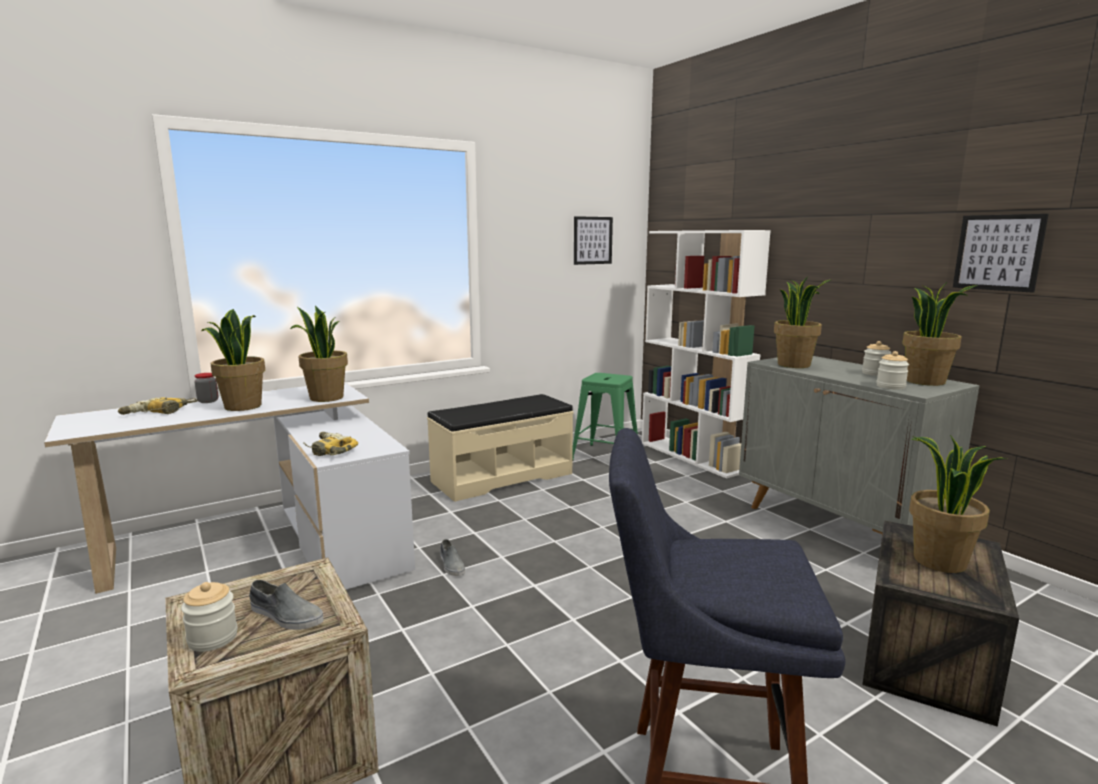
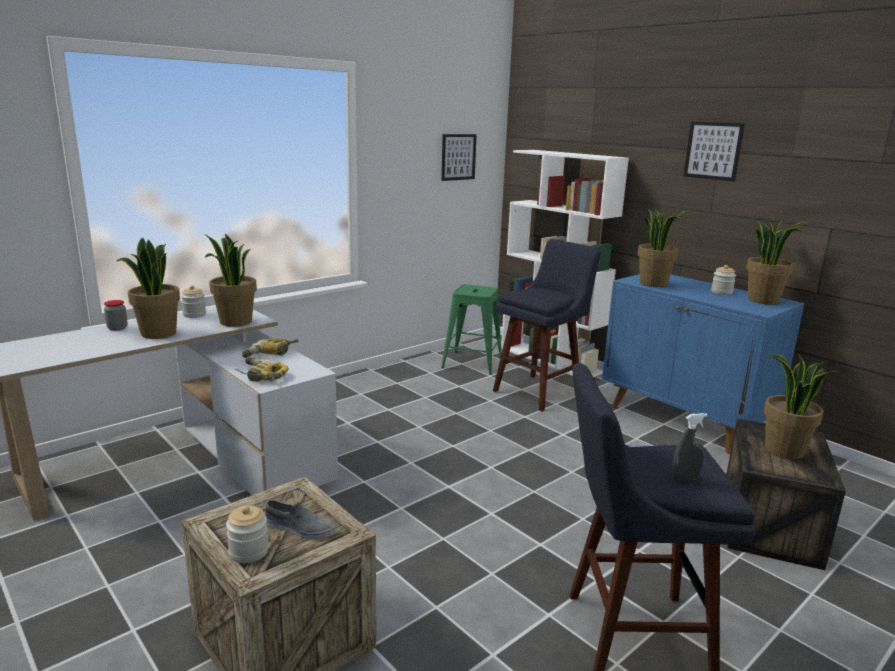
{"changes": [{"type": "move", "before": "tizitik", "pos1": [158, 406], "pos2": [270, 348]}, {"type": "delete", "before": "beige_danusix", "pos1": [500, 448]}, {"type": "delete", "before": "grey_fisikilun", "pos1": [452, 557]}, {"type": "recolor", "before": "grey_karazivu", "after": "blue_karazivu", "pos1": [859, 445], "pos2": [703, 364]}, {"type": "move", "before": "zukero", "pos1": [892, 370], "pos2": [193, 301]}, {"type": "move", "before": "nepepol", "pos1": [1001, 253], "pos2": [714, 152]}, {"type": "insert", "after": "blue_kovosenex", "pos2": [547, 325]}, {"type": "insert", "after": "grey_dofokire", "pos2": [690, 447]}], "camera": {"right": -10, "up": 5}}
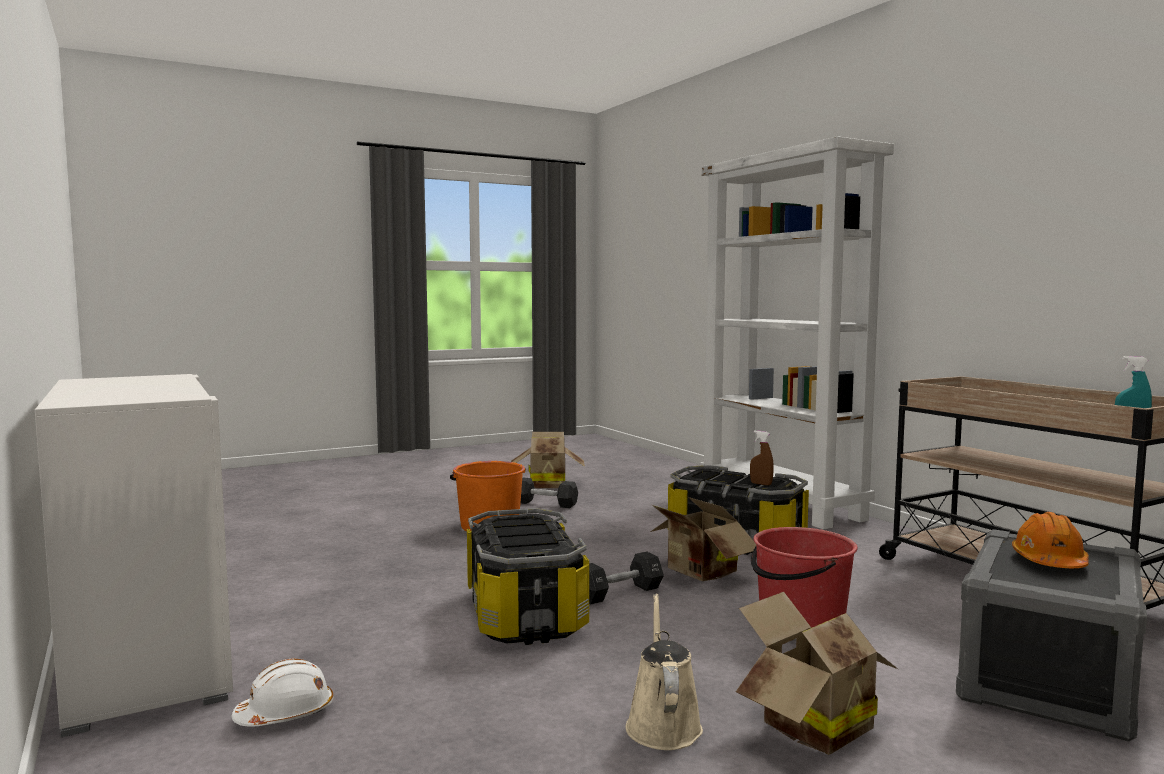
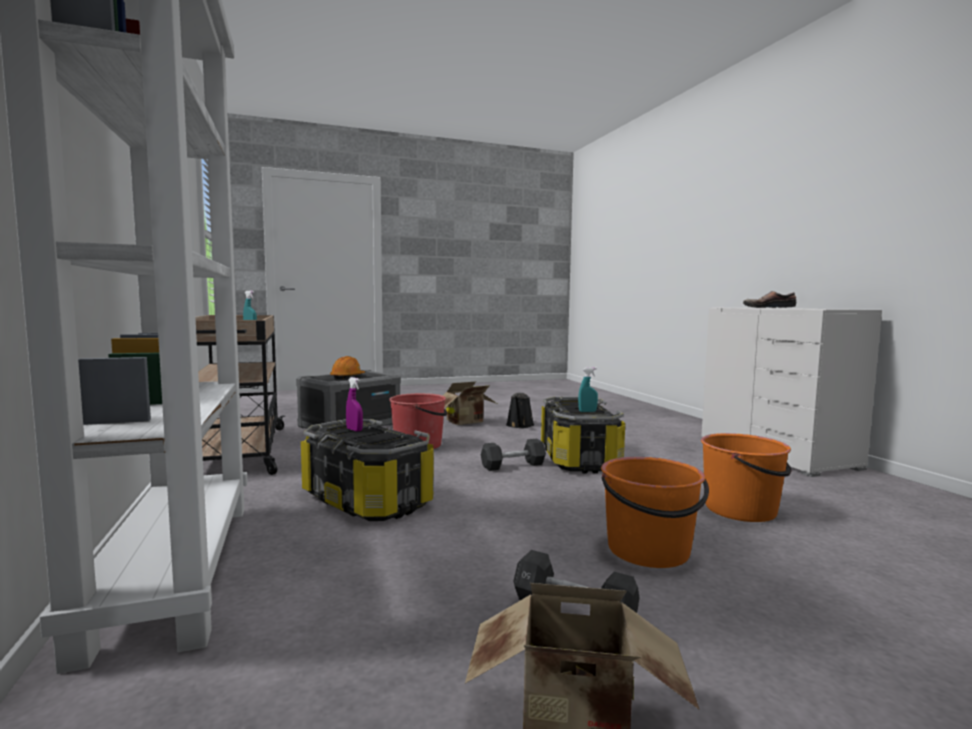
{"changes": [{"type": "delete", "before": "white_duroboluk", "pos1": [282, 692]}, {"type": "recolor", "before": "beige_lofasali", "after": "black_lofasali", "pos1": [664, 672], "pos2": [520, 410]}, {"type": "delete", "before": "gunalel", "pos1": [703, 539]}, {"type": "recolor", "before": "brown_dofokire", "after": "purple_dofokire", "pos1": [762, 458], "pos2": [354, 404]}, {"type": "insert", "after": "turquoise_dofokire", "pos2": [588, 389]}, {"type": "insert", "after": "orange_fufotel", "pos2": [746, 477]}, {"type": "insert", "after": "fisikilun", "pos2": [769, 299]}], "camera": {"right": -170, "up": 0}}
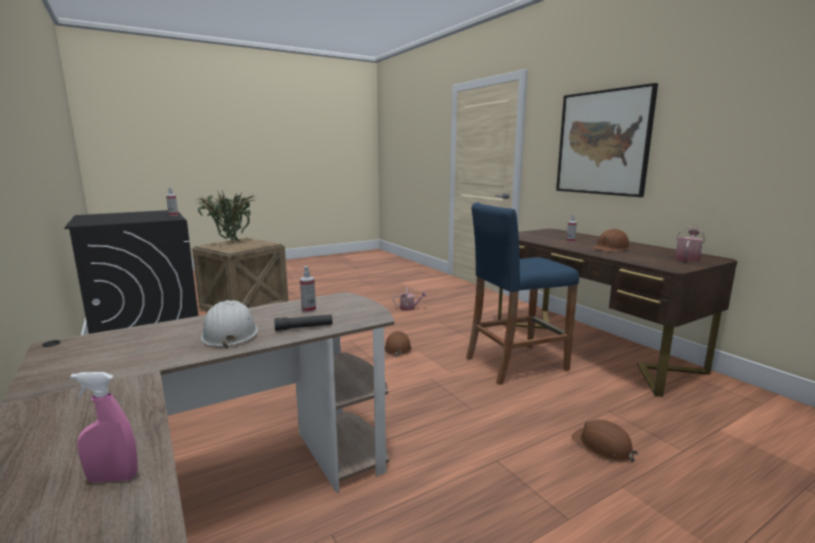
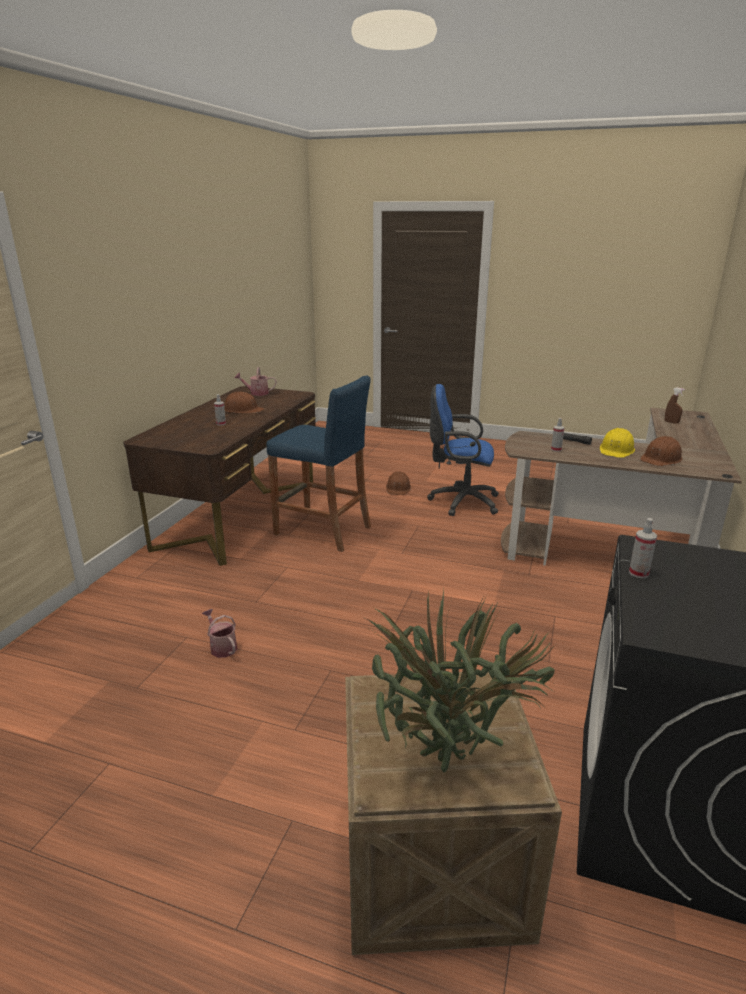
{"changes": [{"type": "recolor", "before": "pink_dofokire", "after": "brown_dofokire", "pos1": [104, 427], "pos2": [675, 405]}, {"type": "recolor", "before": "white_duroboluk", "after": "yellow_duroboluk", "pos1": [229, 324], "pos2": [617, 443]}, {"type": "move", "before": "brown_duroboluk", "pos1": [398, 344], "pos2": [661, 451]}, {"type": "delete", "before": "nepepol", "pos1": [607, 140]}, {"type": "insert", "after": "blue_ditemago", "pos2": [463, 450]}], "camera": {"right": -130, "up": 10}}
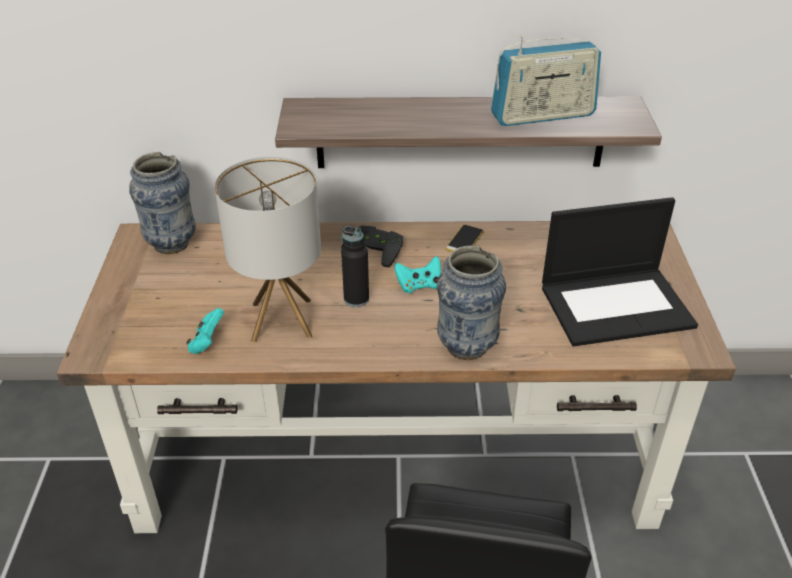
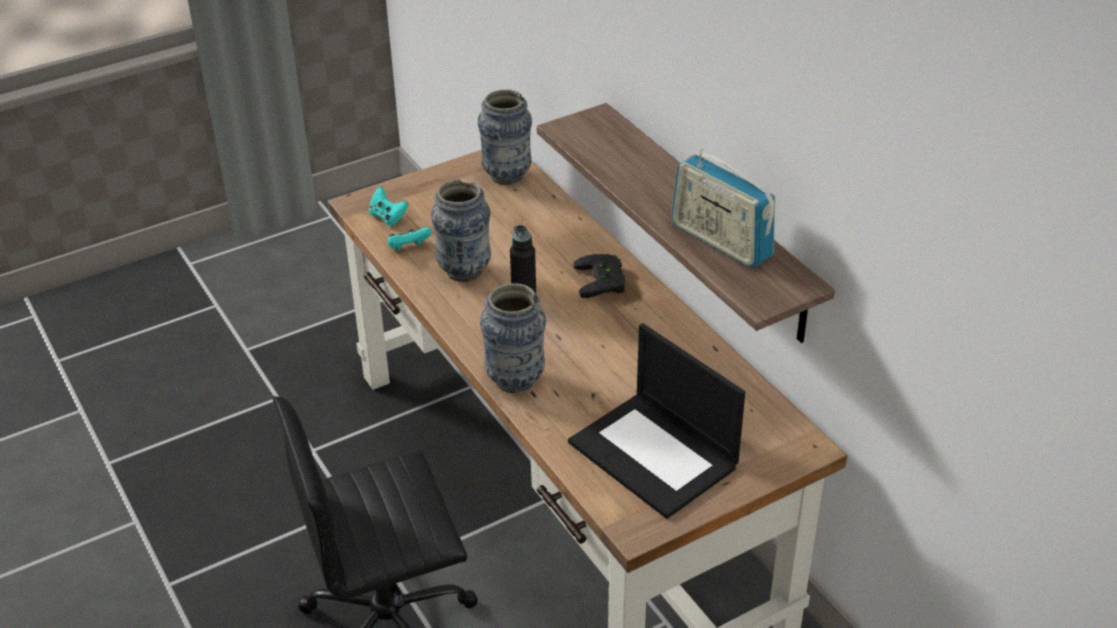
{"changes": [{"type": "replace", "before": "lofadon", "after": "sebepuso", "pos1": [268, 249], "pos2": [461, 230]}, {"type": "move", "before": "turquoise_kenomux", "pos1": [417, 274], "pos2": [388, 206]}, {"type": "delete", "before": "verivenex", "pos1": [465, 238]}], "camera": {"right": 60, "up": 0}}
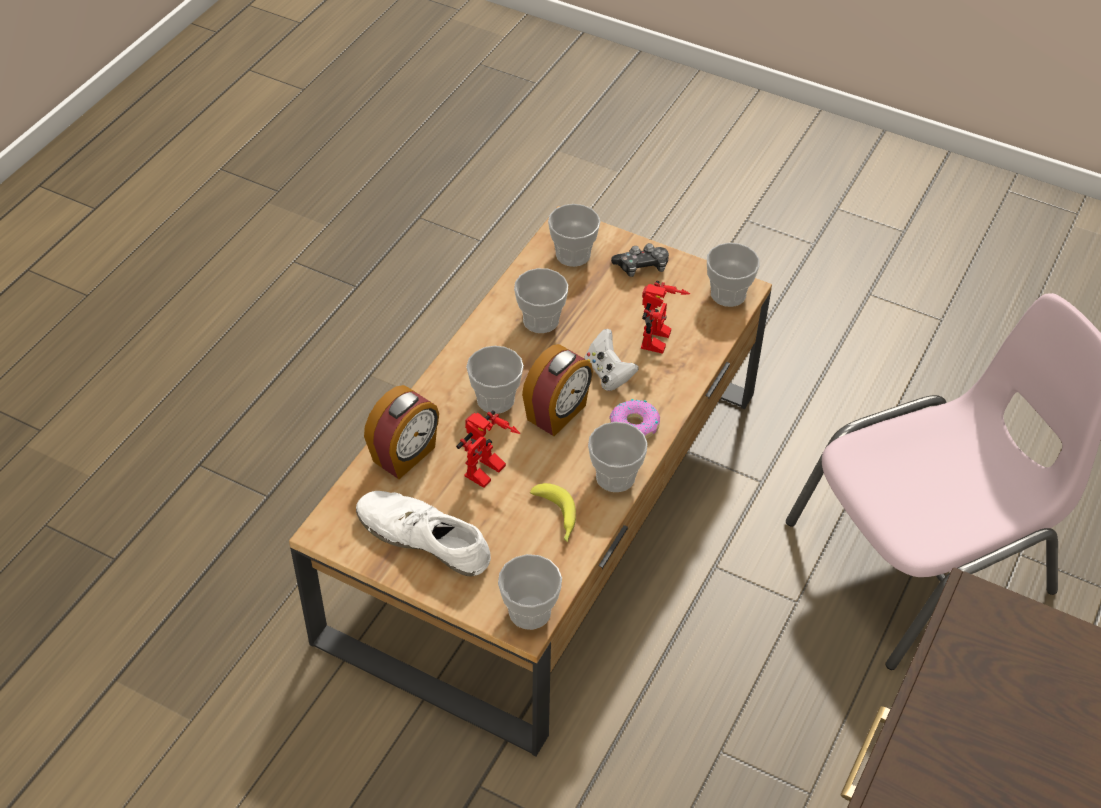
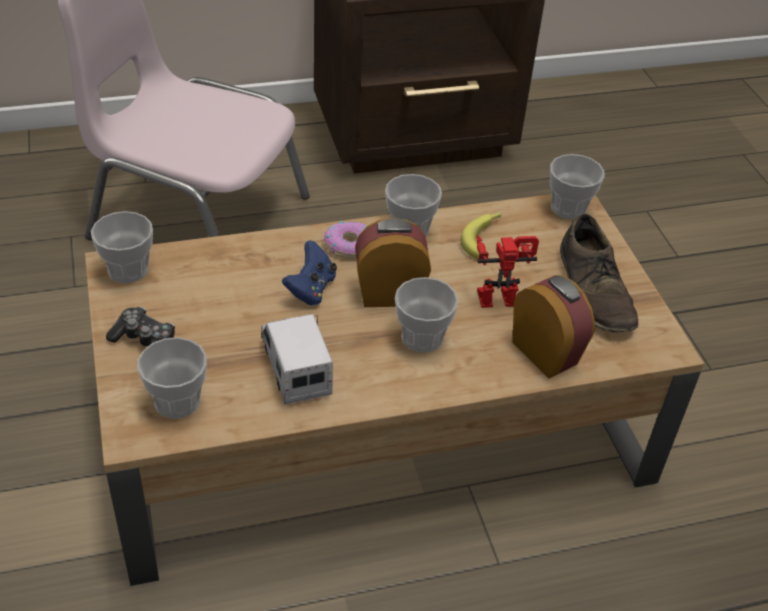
{"changes": [{"type": "recolor", "before": "white_fisikilun", "after": "brown_fisikilun", "pos1": [423, 533], "pos2": [599, 273]}, {"type": "rotate", "before": "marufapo", "pos1": [401, 432], "pos2": [554, 327], "turn": 60}, {"type": "replace", "before": "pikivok", "after": "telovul", "pos1": [541, 300], "pos2": [297, 359]}, {"type": "recolor", "before": "white_kenomux", "after": "blue_kenomux", "pos1": [611, 360], "pos2": [309, 273]}, {"type": "delete", "before": "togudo", "pos1": [665, 317]}], "camera": {"right": -135, "up": -5}}
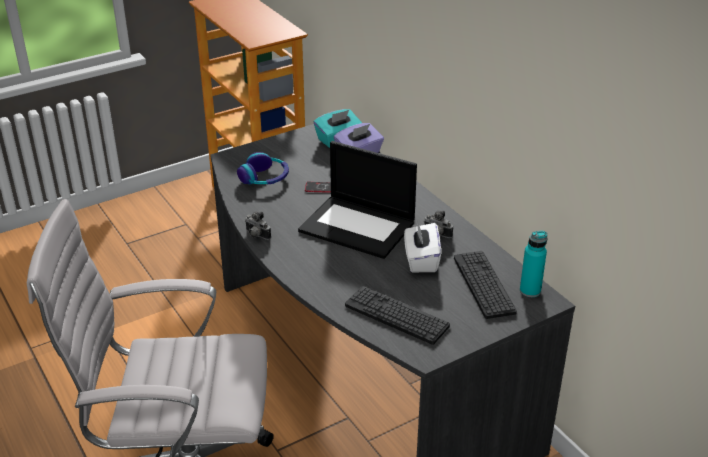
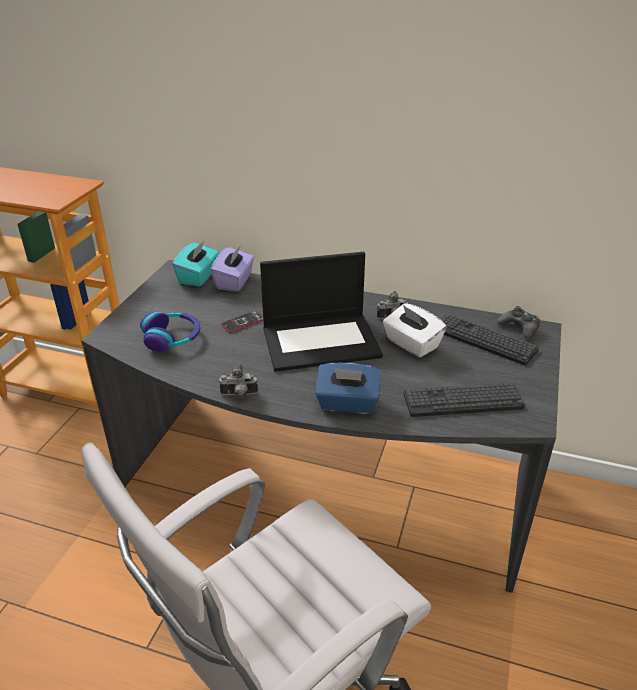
{"changes": [{"type": "replace", "before": "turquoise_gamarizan", "after": "black_kenomux", "pos1": [533, 264], "pos2": [518, 322]}, {"type": "insert", "after": "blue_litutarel", "pos2": [348, 388]}], "camera": {"right": -40, "up": 0}}
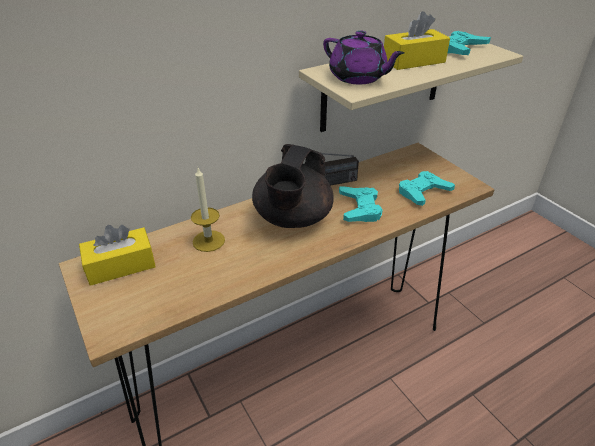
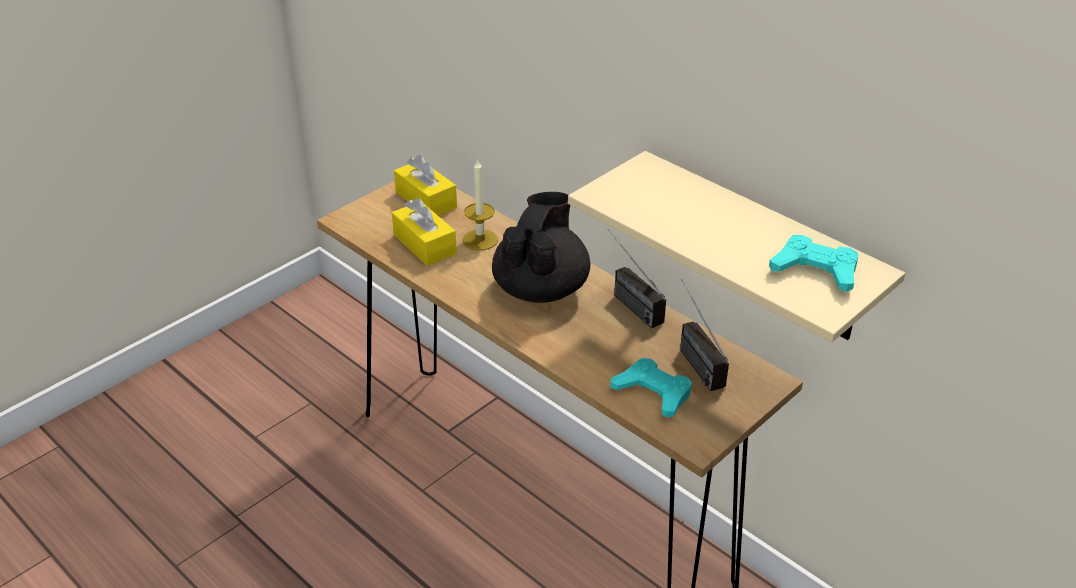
{"changes": [{"type": "rotate", "before": "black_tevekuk", "pos1": [293, 186], "pos2": [541, 247], "turn": 105}, {"type": "delete", "before": "purple_tevekuk", "pos1": [364, 57]}, {"type": "delete", "before": "turquoise_kenomux", "pos1": [361, 204]}, {"type": "move", "before": "yellow_litutarel", "pos1": [417, 40], "pos2": [424, 232]}, {"type": "insert", "after": "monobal", "pos2": [704, 335]}], "camera": {"right": 75, "up": 0}}
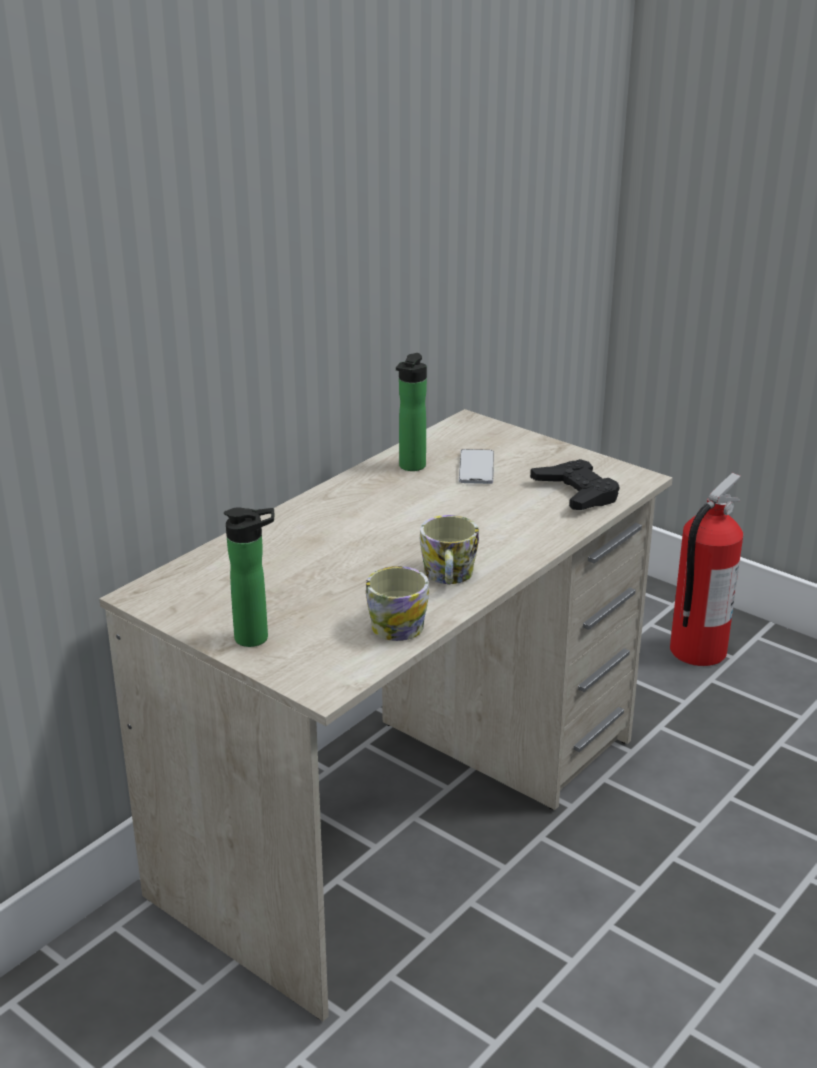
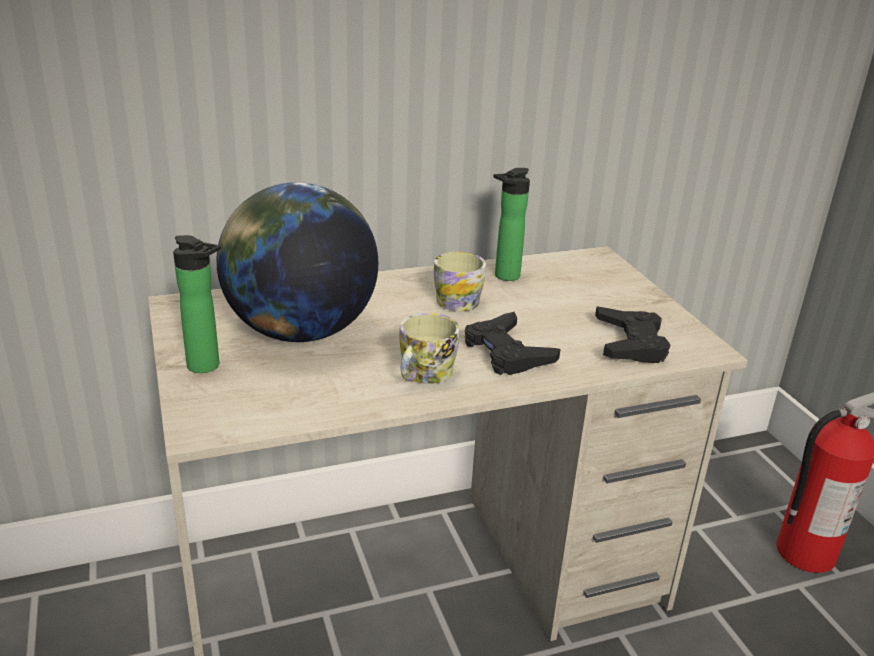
{"changes": [{"type": "move", "before": "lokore", "pos1": [397, 603], "pos2": [460, 281]}, {"type": "delete", "before": "verivenex", "pos1": [476, 466]}, {"type": "insert", "after": "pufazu", "pos2": [297, 262]}, {"type": "insert", "after": "black_kenomux", "pos2": [512, 343]}], "camera": {"right": 30, "up": 0}}
